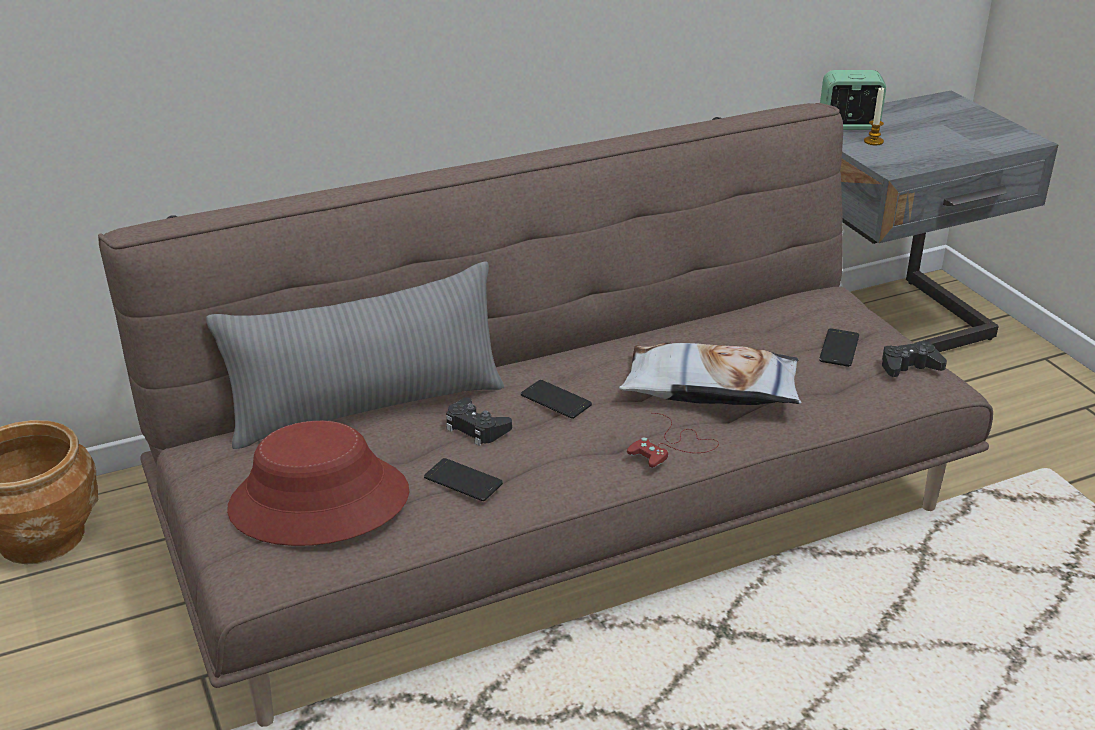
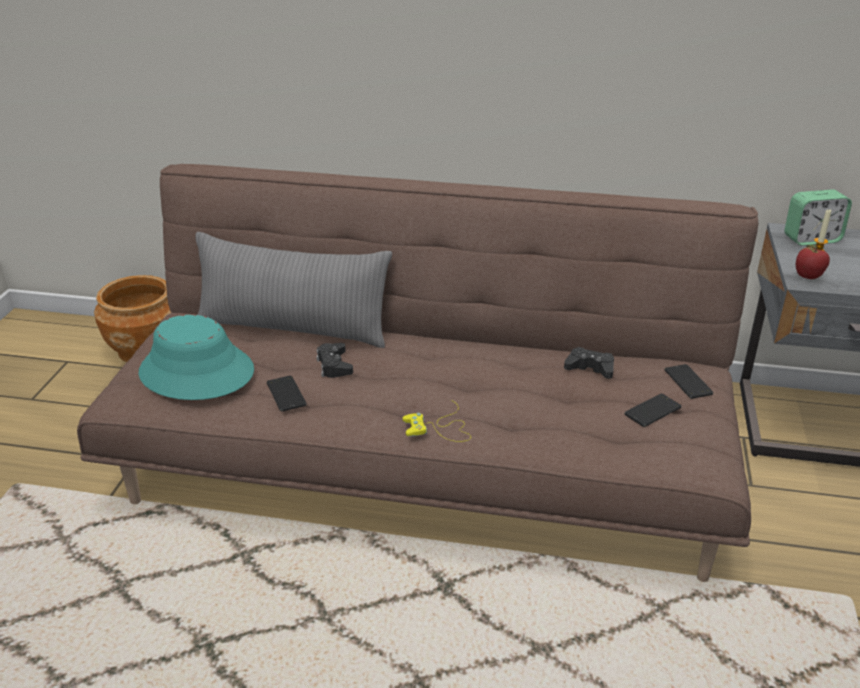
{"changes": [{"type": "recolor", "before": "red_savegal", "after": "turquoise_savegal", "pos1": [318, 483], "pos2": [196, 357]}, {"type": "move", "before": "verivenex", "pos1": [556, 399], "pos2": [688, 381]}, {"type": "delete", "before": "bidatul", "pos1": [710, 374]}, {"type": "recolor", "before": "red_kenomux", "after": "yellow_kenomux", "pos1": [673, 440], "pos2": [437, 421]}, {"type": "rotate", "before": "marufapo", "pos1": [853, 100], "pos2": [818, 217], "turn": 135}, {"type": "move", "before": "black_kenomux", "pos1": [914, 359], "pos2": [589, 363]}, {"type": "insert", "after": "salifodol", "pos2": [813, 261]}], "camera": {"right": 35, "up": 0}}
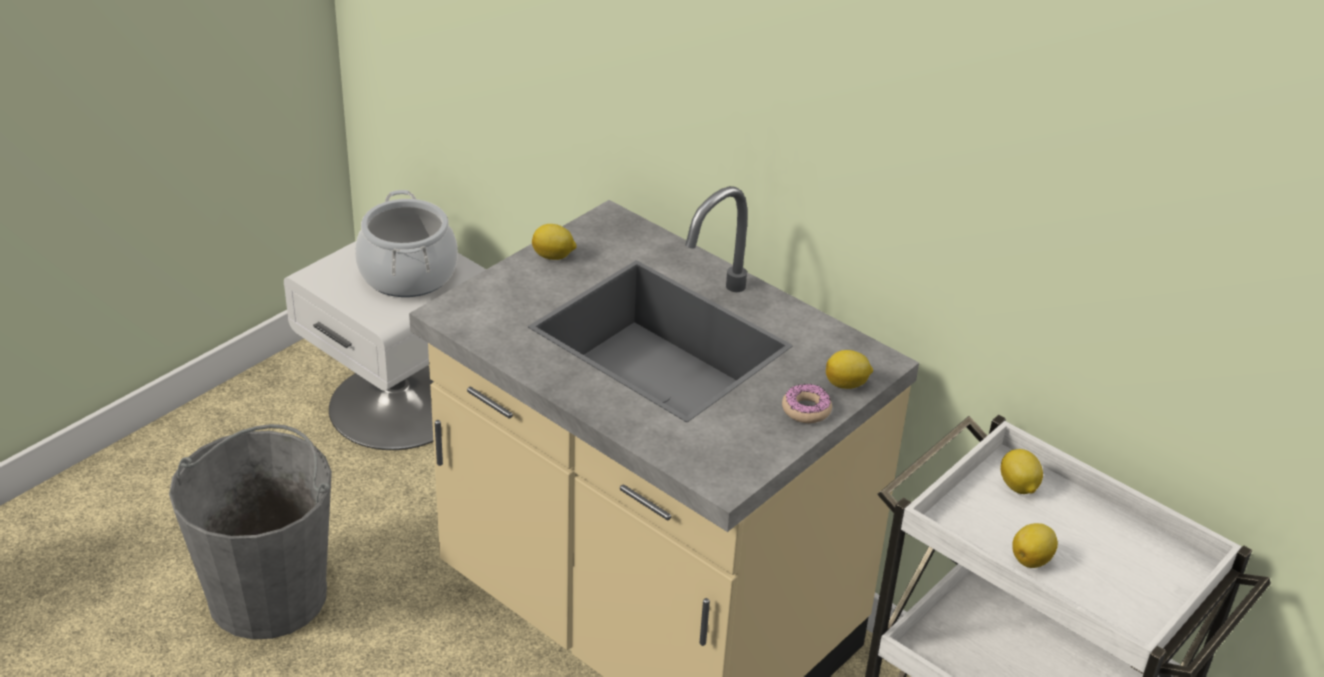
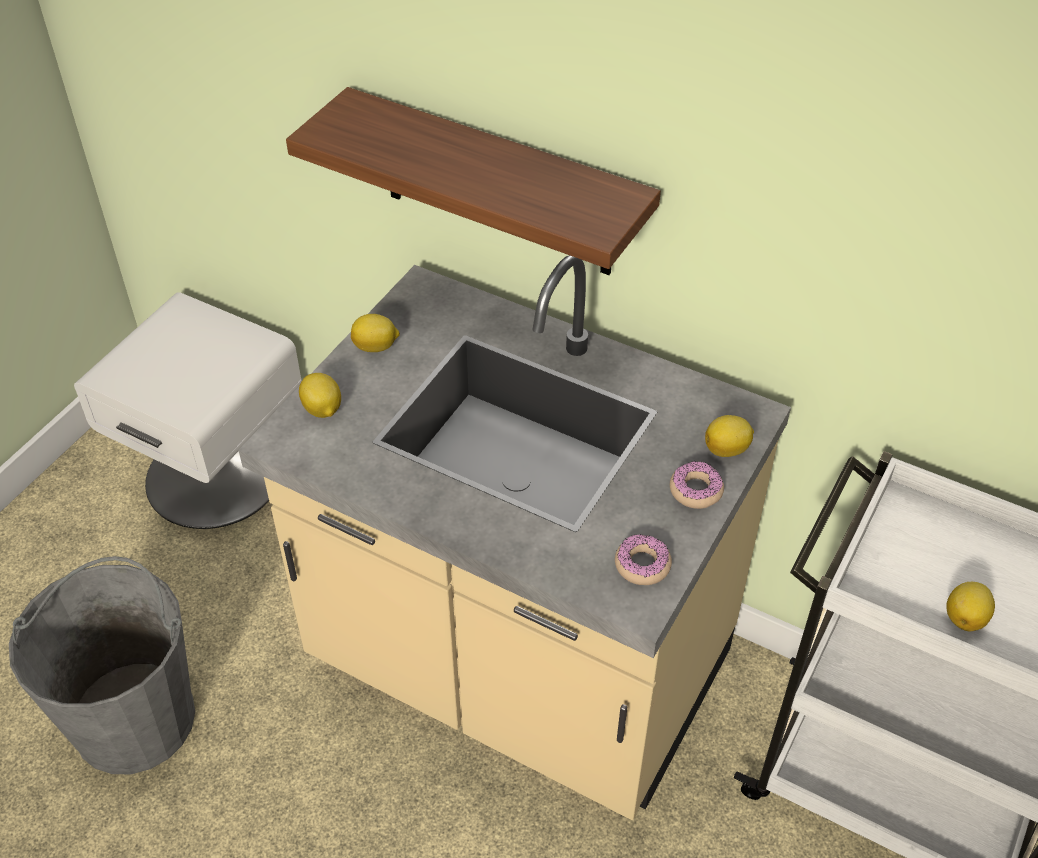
{"changes": [{"type": "delete", "before": "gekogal", "pos1": [406, 243]}, {"type": "move", "before": "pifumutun", "pos1": [1022, 471], "pos2": [320, 395]}, {"type": "insert", "after": "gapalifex", "pos2": [473, 181]}, {"type": "insert", "after": "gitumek", "pos2": [643, 559]}], "camera": {"right": -10, "up": 10}}
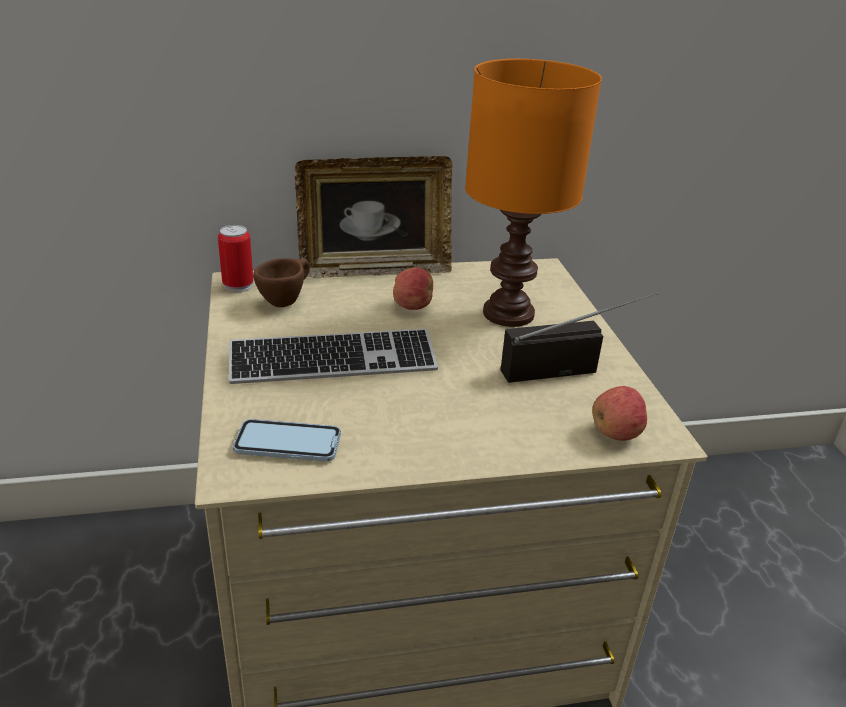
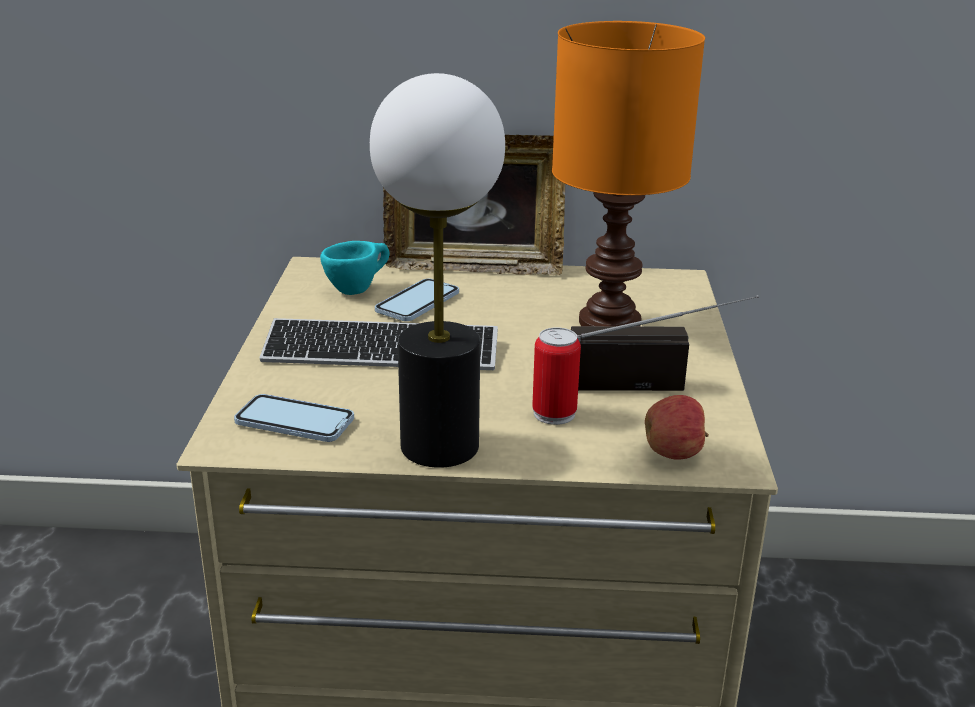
{"changes": [{"type": "move", "before": "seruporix", "pos1": [235, 258], "pos2": [556, 376]}, {"type": "recolor", "before": "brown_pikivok", "after": "turquoise_pikivok", "pos1": [281, 282], "pos2": [355, 268]}, {"type": "delete", "before": "salifodol", "pos1": [413, 289]}, {"type": "insert", "after": "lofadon", "pos2": [437, 270]}, {"type": "insert", "after": "verivenex", "pos2": [417, 300]}], "camera": {"right": 15, "up": -5}}
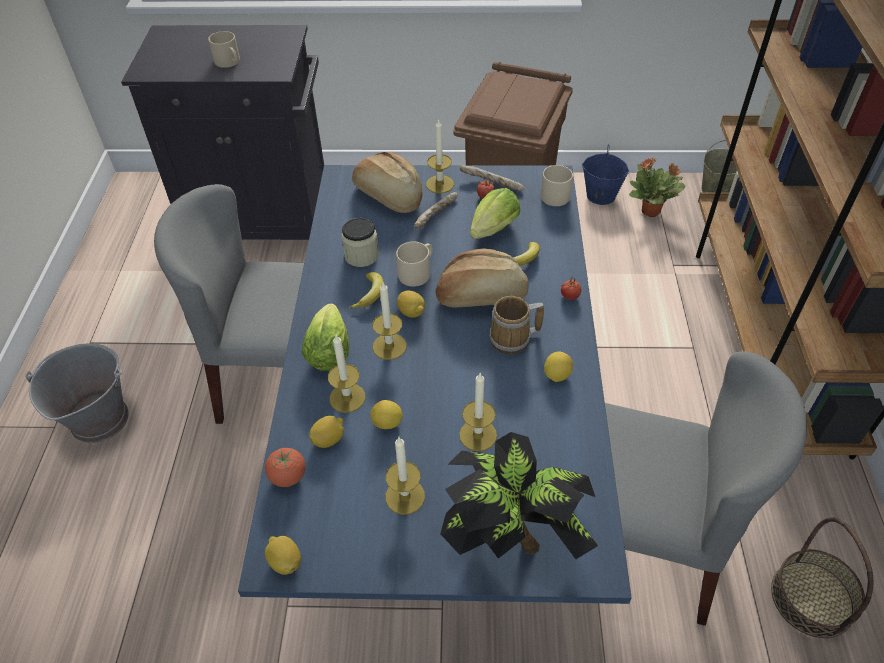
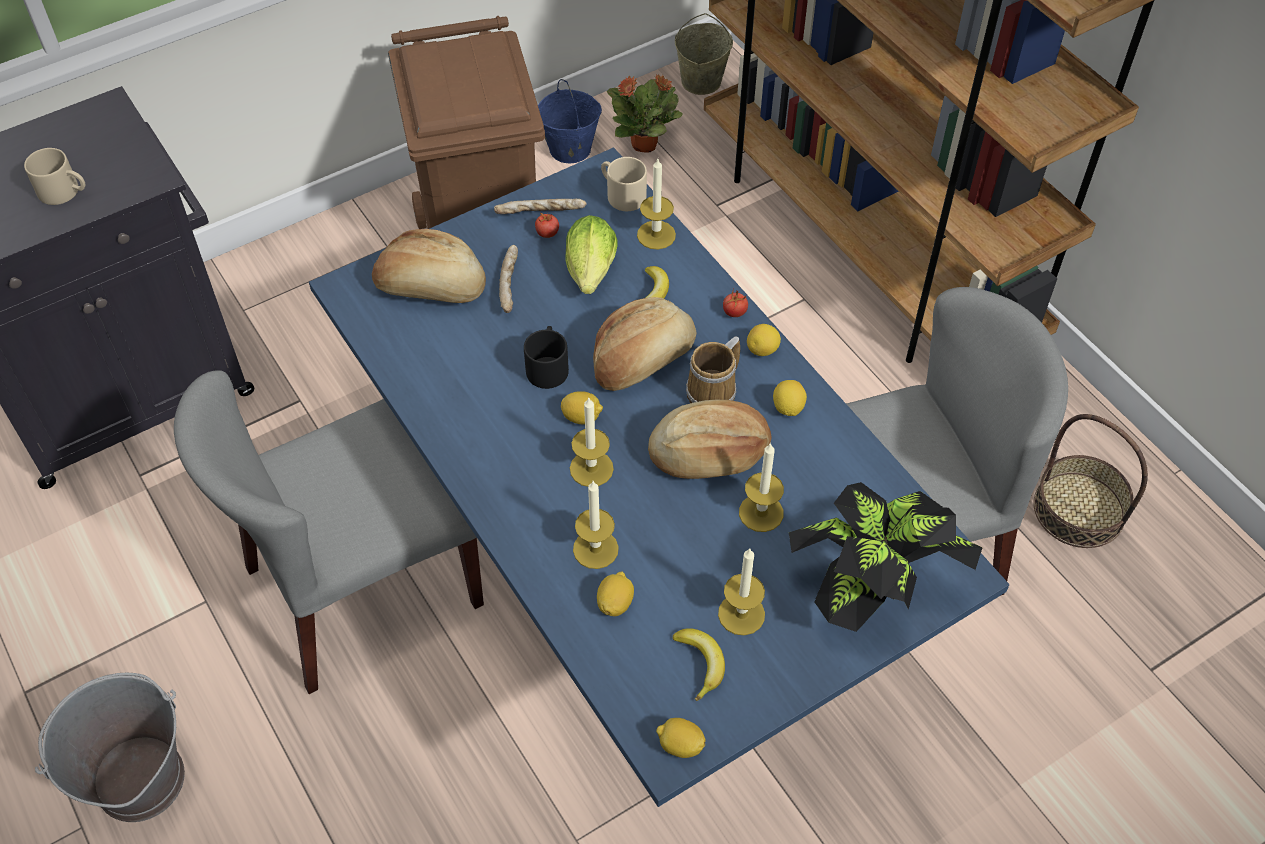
{"changes": [{"type": "delete", "before": "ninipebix", "pos1": [285, 467]}, {"type": "delete", "before": "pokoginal", "pos1": [325, 337]}, {"type": "delete", "before": "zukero", "pos1": [360, 242]}, {"type": "move", "before": "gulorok", "pos1": [366, 290], "pos2": [698, 664]}, {"type": "move", "before": "pifumutun", "pos1": [386, 414], "pos2": [764, 340]}, {"type": "recolor", "before": "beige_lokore", "after": "black_lokore", "pos1": [414, 264], "pos2": [546, 357]}, {"type": "move", "before": "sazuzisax", "pos1": [440, 156], "pos2": [656, 204]}, {"type": "insert", "after": "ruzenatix", "pos2": [710, 439]}], "camera": {"right": -35, "up": 5}}
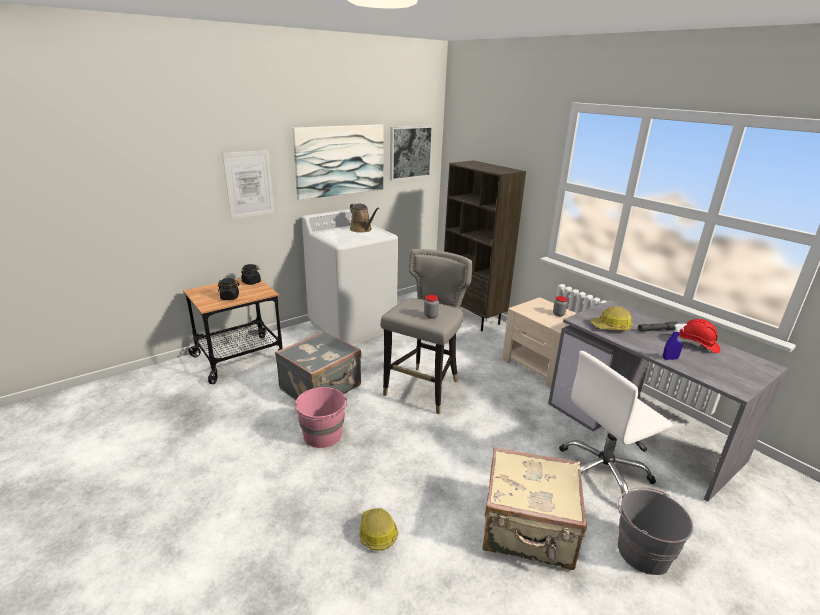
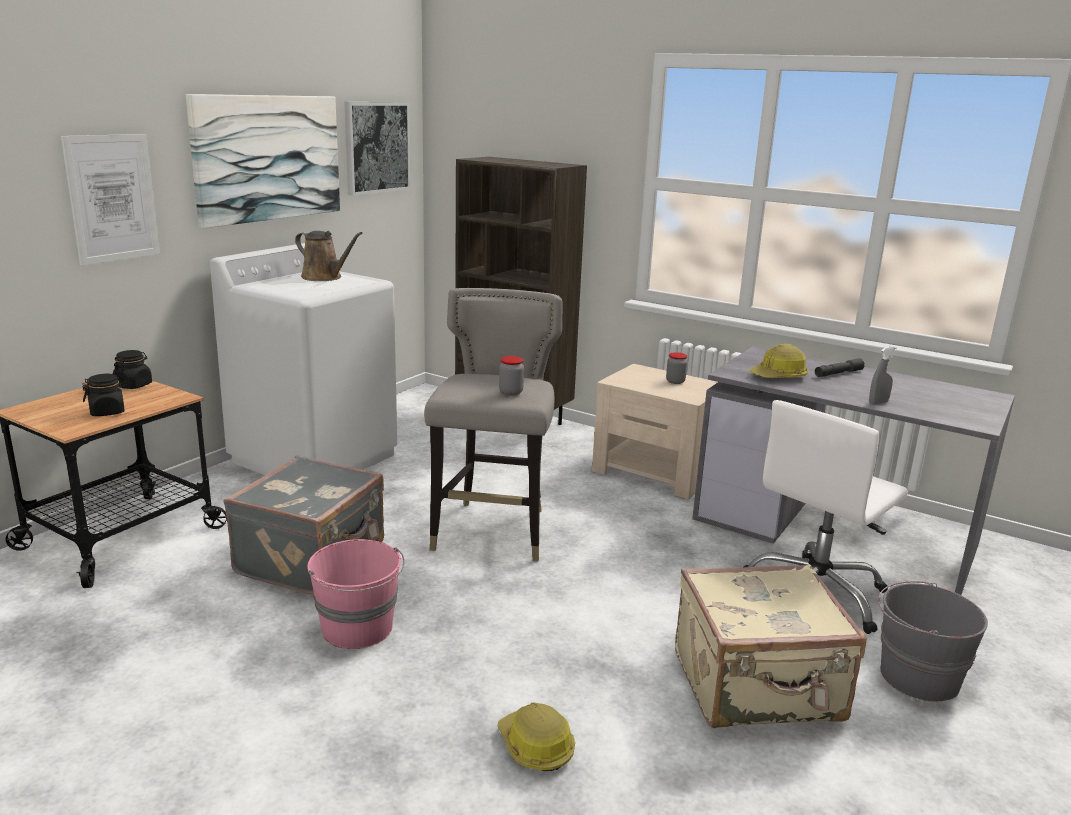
{"changes": [{"type": "recolor", "before": "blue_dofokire", "after": "grey_dofokire", "pos1": [675, 341], "pos2": [883, 375]}, {"type": "delete", "before": "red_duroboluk", "pos1": [699, 336]}], "camera": {"right": -20, "up": -5}}
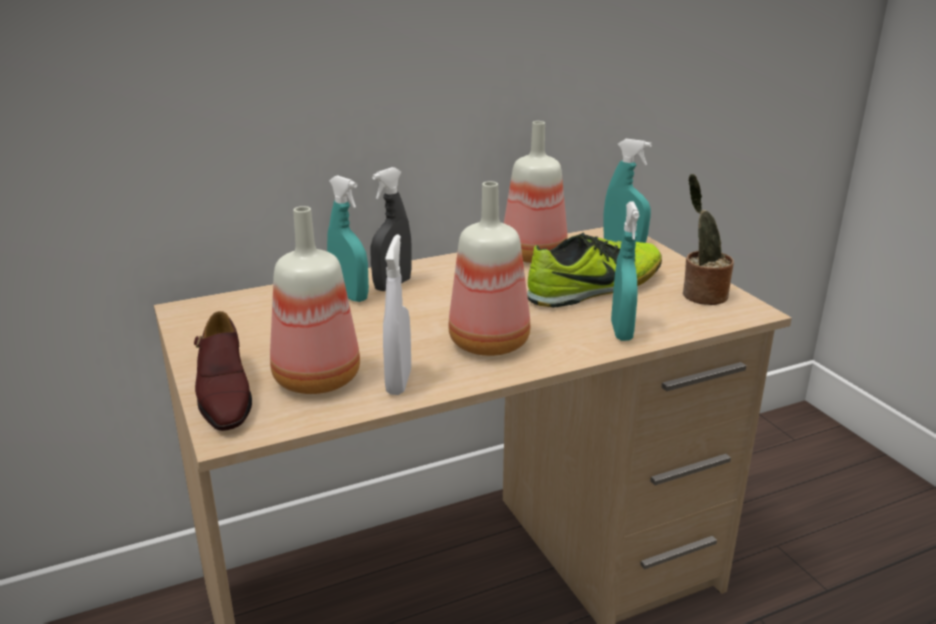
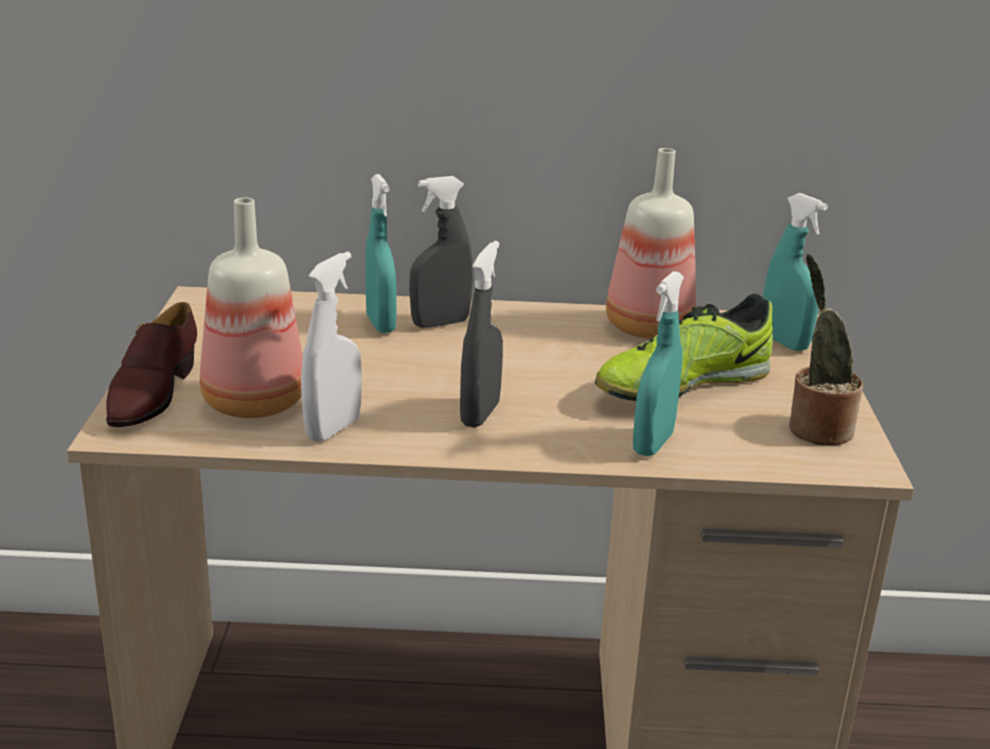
{"changes": [{"type": "replace", "before": "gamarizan", "after": "grey_dofokire", "pos1": [489, 268], "pos2": [481, 334]}, {"type": "rotate", "before": "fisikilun", "pos1": [594, 270], "pos2": [684, 347], "turn": 150}], "camera": {"right": 25, "up": 0}}
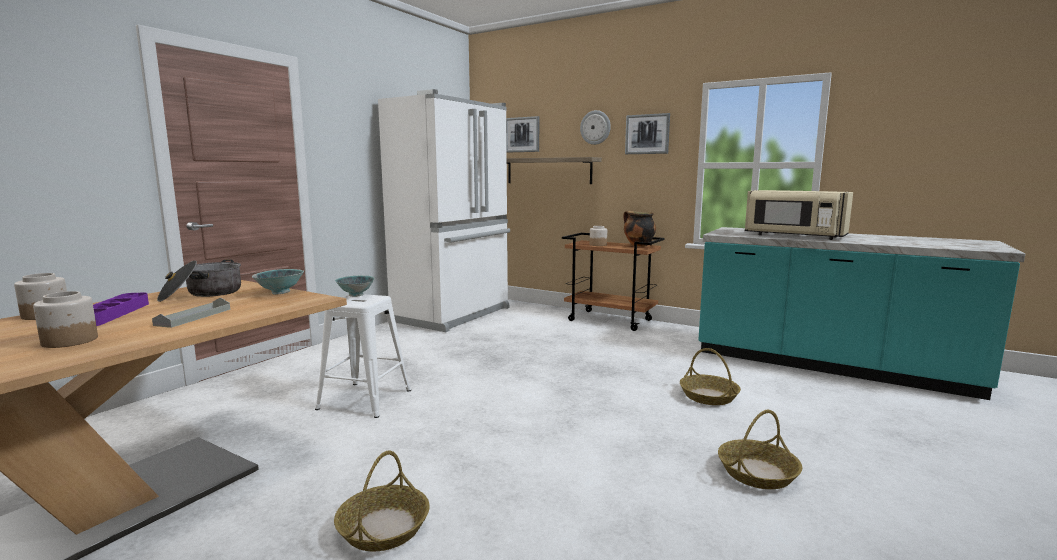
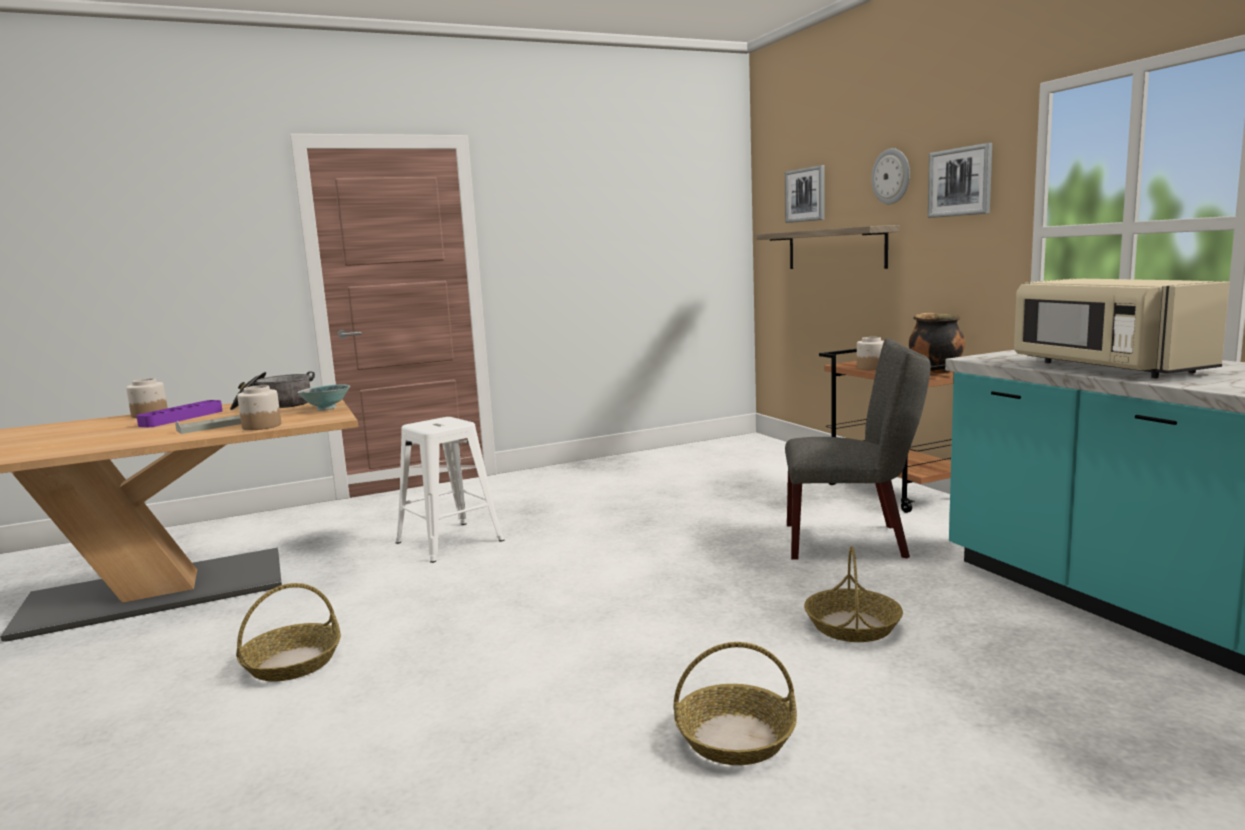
{"changes": [{"type": "move", "before": "zukero", "pos1": [65, 319], "pos2": [259, 407]}, {"type": "delete", "before": "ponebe", "pos1": [355, 286]}, {"type": "delete", "before": "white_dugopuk", "pos1": [444, 210]}, {"type": "insert", "after": "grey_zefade", "pos2": [858, 449]}], "camera": {"right": 35, "up": 0}}
